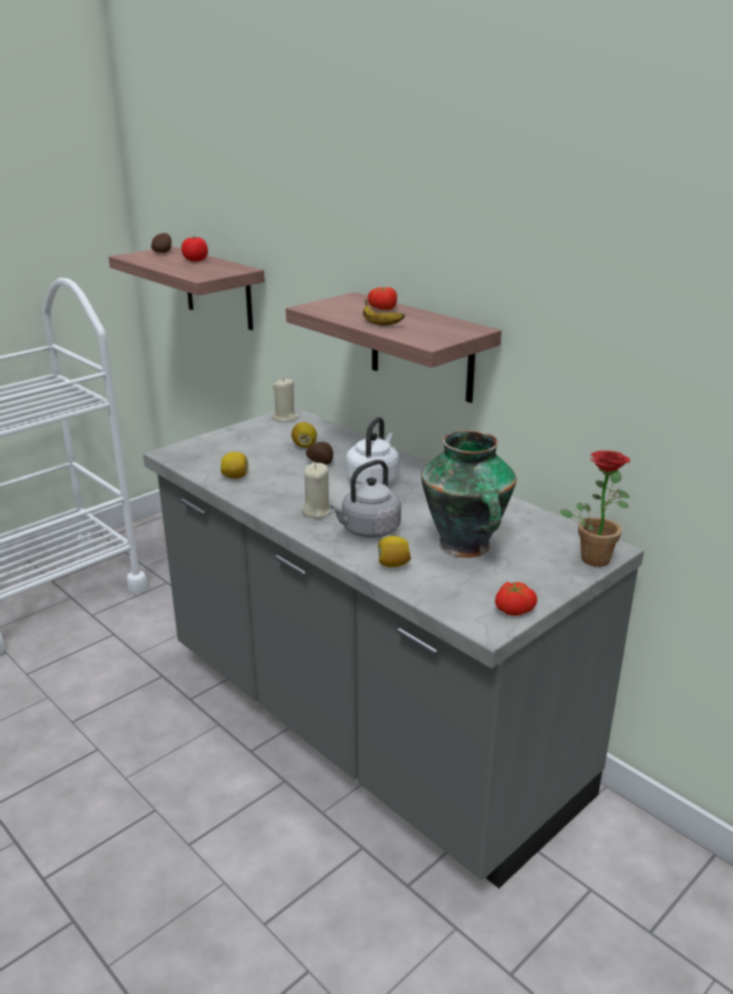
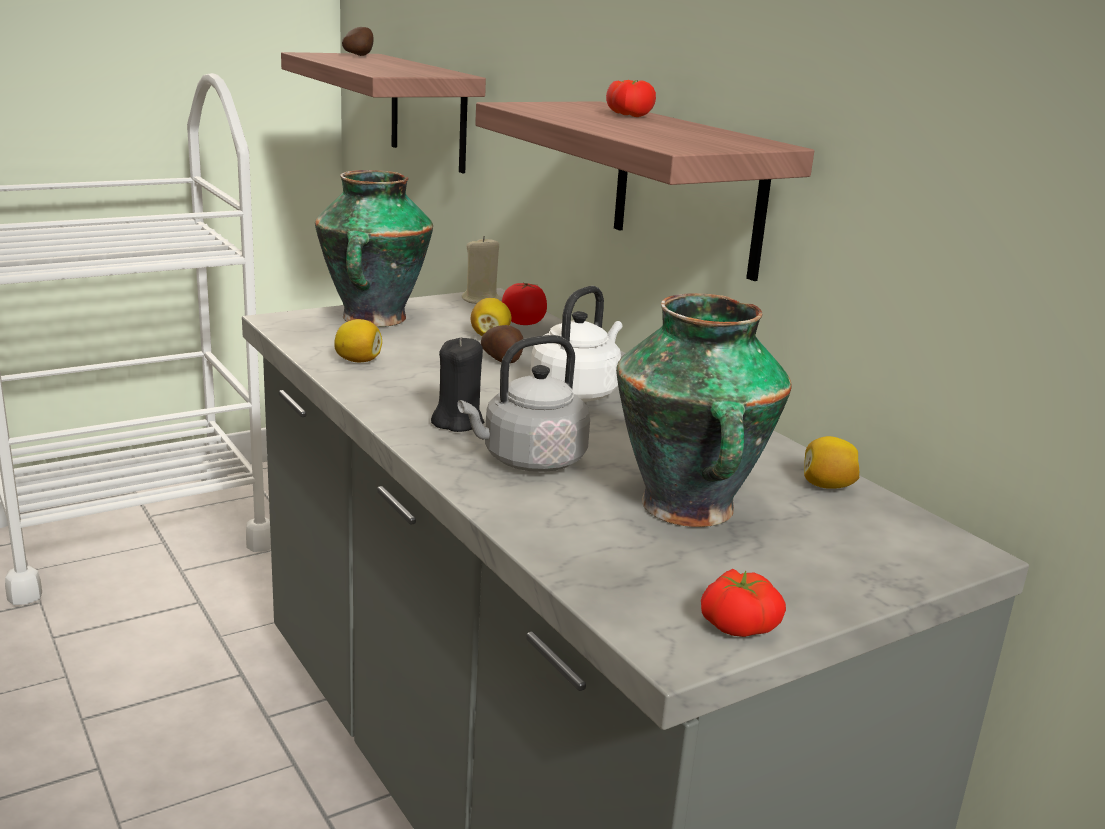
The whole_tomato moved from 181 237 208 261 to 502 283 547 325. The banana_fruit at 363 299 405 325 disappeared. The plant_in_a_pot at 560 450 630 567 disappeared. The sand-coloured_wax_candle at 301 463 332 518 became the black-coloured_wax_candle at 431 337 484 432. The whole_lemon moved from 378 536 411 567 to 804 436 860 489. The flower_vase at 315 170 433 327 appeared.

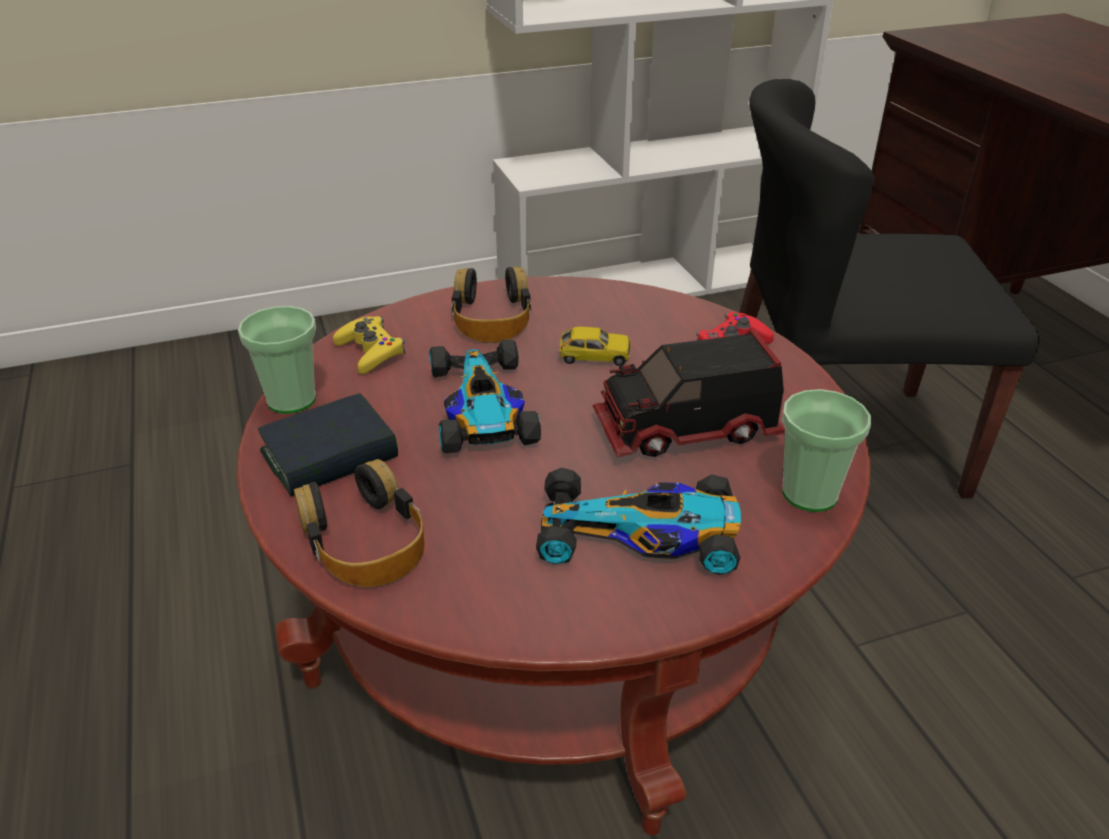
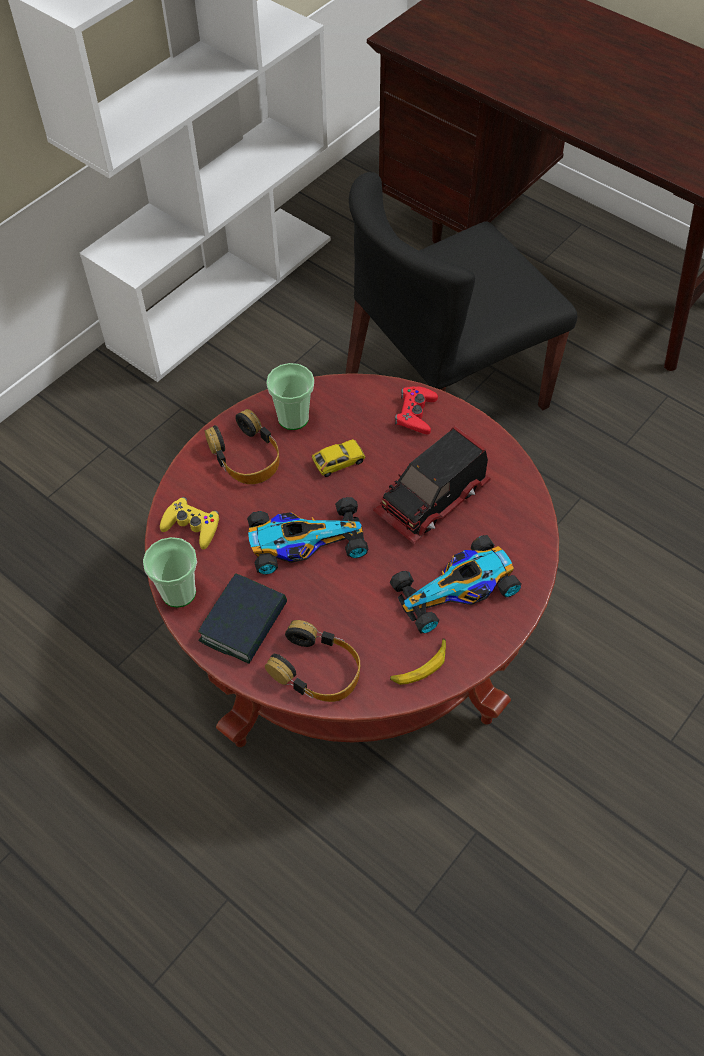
The miniature_car at 429 340 541 454 turned 120 degrees clockwise. The small_cup moved from 782 389 871 512 to 266 363 314 430. The banana_fruit at 390 639 446 685 appeared.

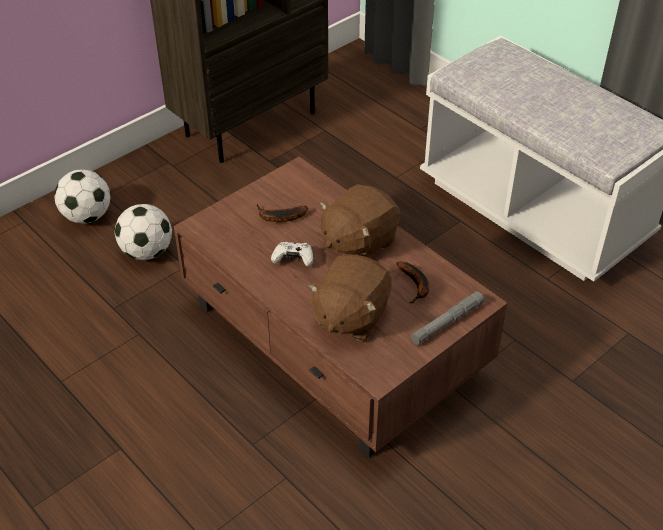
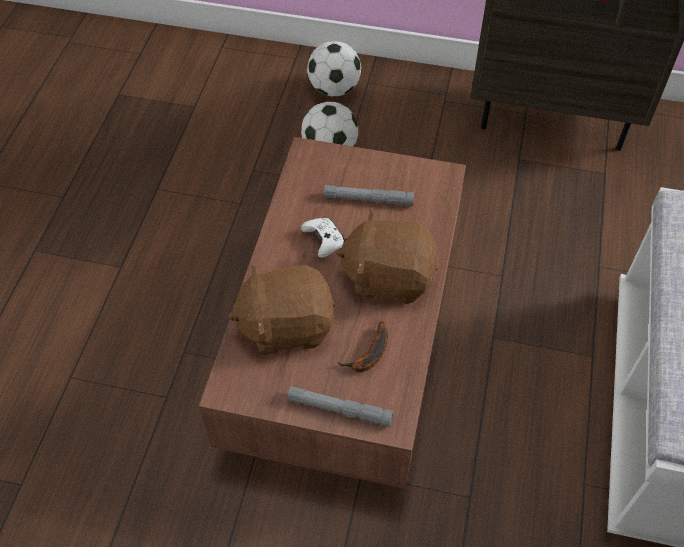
The banana_fruit at 257 204 308 222 was replaced by the gray_flashlight at 324 185 414 206.

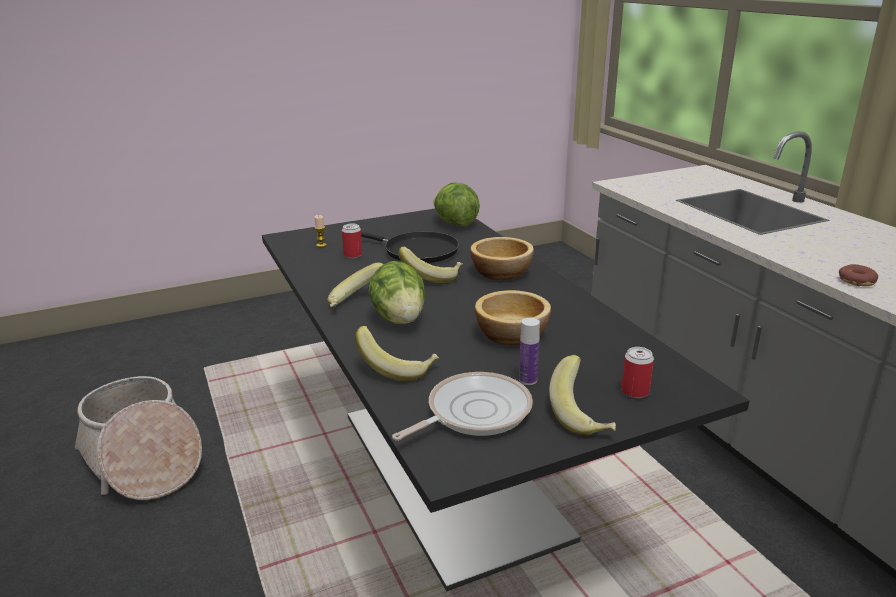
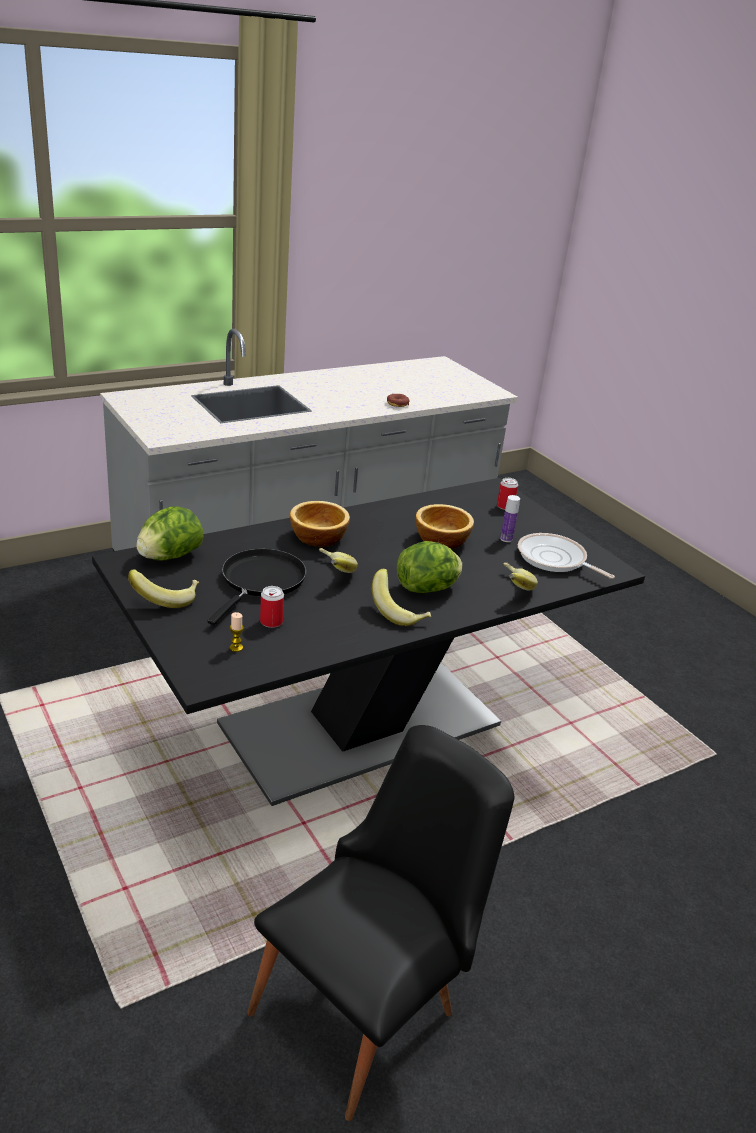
The banana_fruit moved from 549 355 616 436 to 128 569 200 608. The storage_basket at 75 376 202 500 was replaced by the black-coloured_plain_chair at 247 725 515 1121.

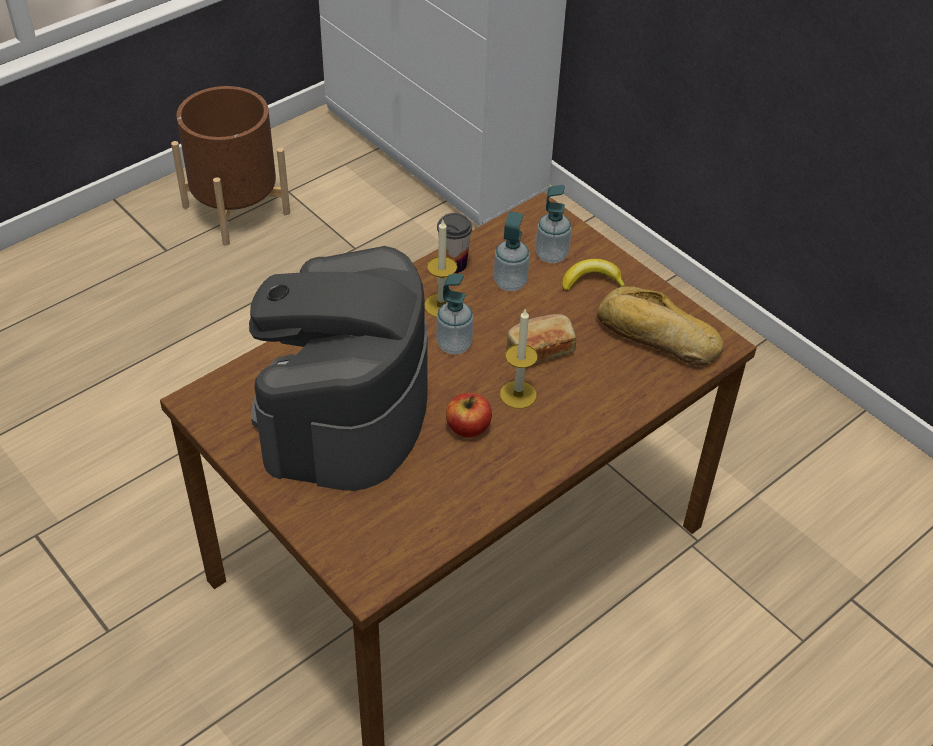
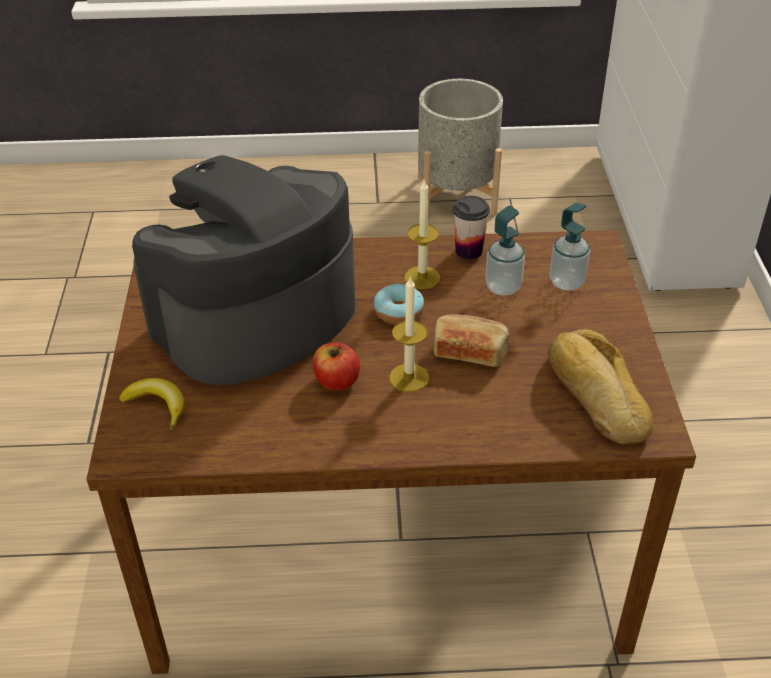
The brown-coloured_planter at 171 86 290 246 became the gray_planter at 418 79 503 217. The banana_fruit moved from 562 259 626 292 to 119 378 185 431. The soap_bottle at 436 274 473 354 was replaced by the donut at 373 284 424 325.

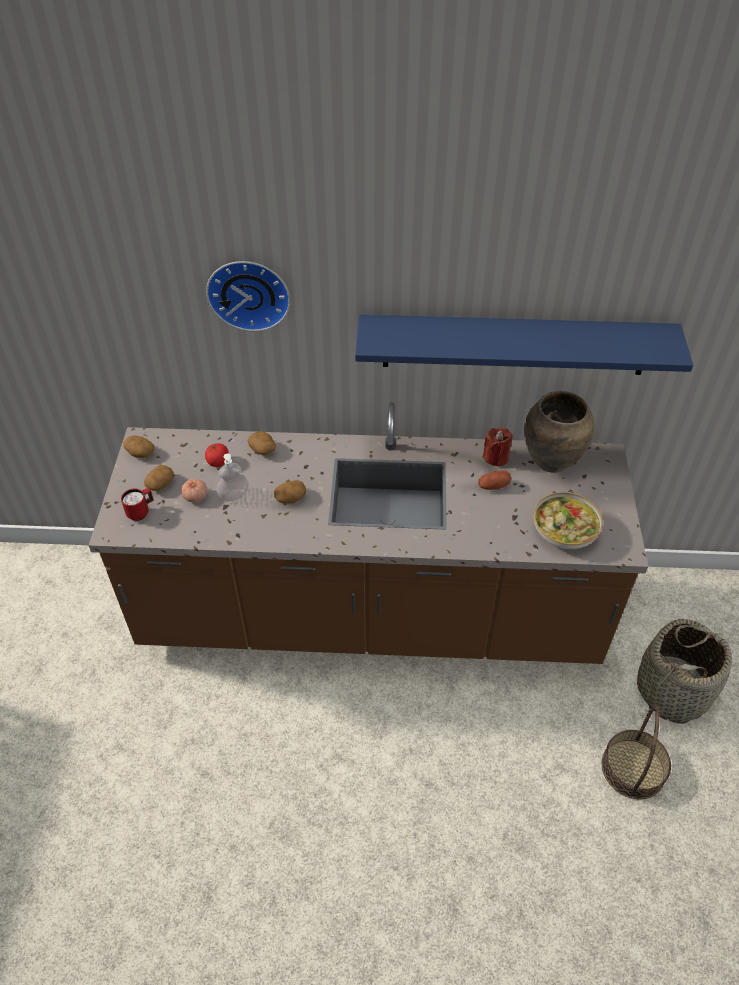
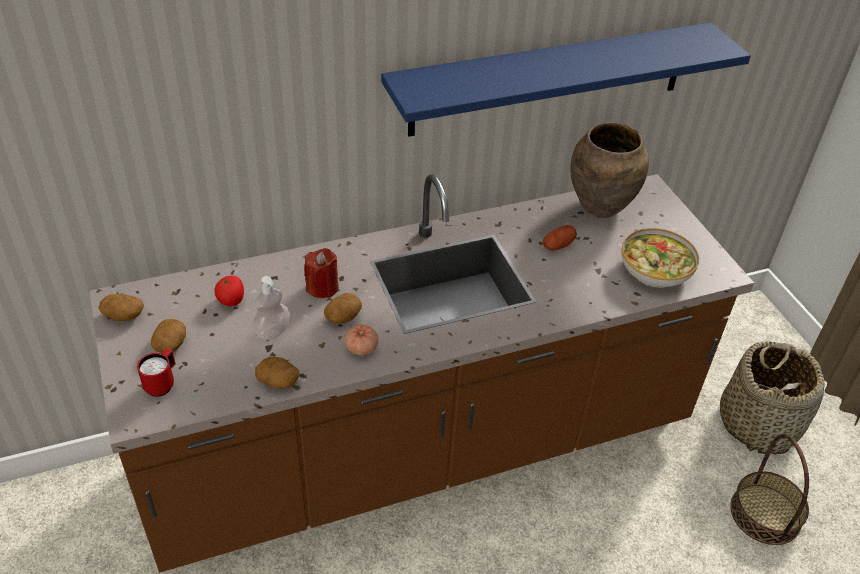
The wall_clock at 206 261 290 331 disappeared. The red_wax_candle moved from 483 428 513 467 to 304 248 339 298. The spud moved from 248 431 276 455 to 255 356 300 389. The whole_tomato moved from 181 479 207 502 to 345 325 378 355.

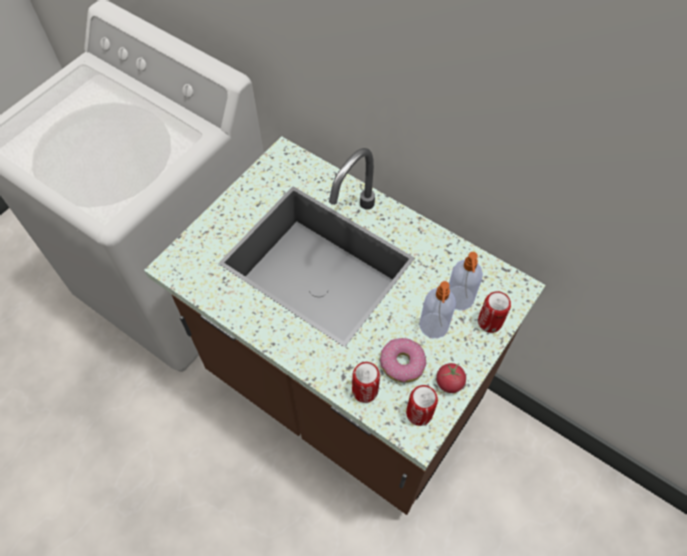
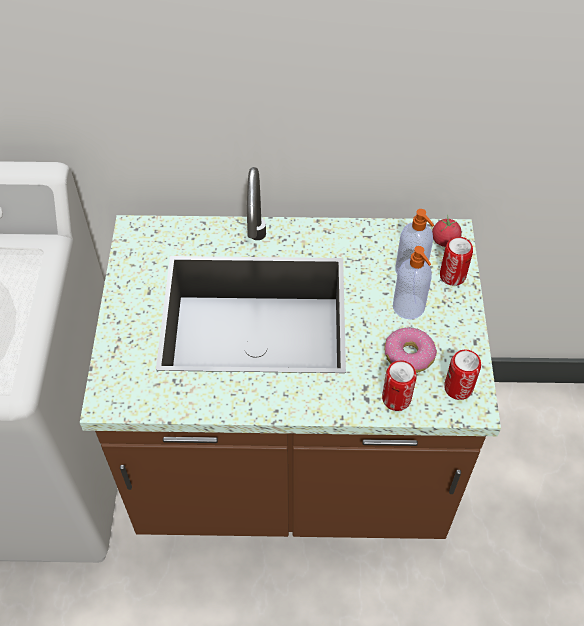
The whole_tomato moved from 436 363 466 393 to 432 215 462 247.

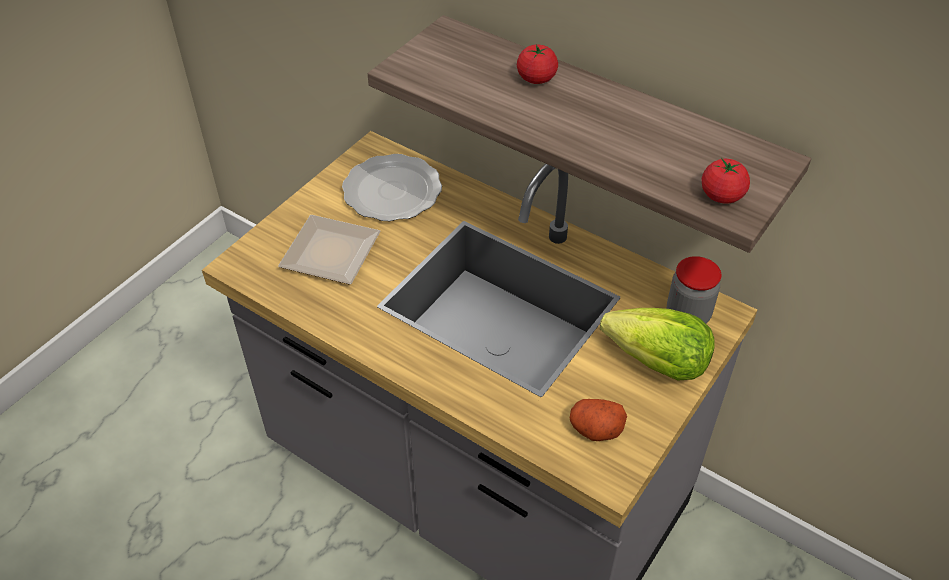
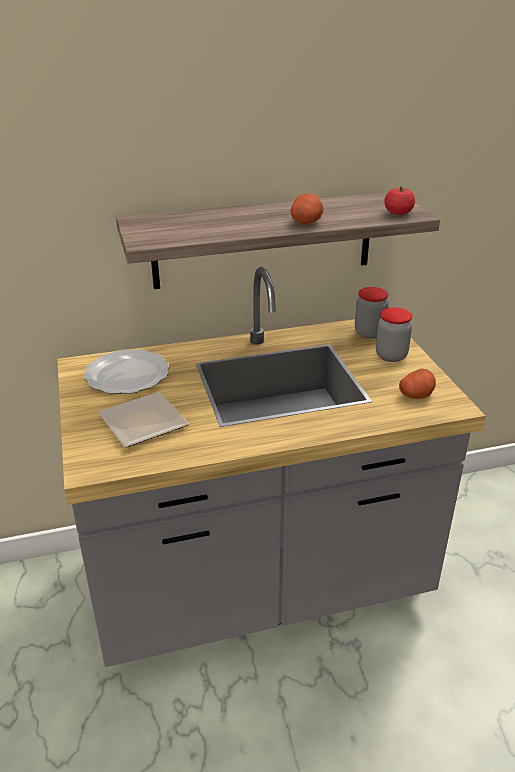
The whole_tomato at 517 44 558 84 disappeared. The lettuce_head at 600 308 715 380 was replaced by the preserve_jar at 376 307 412 362. The spud at 290 193 324 224 appeared.

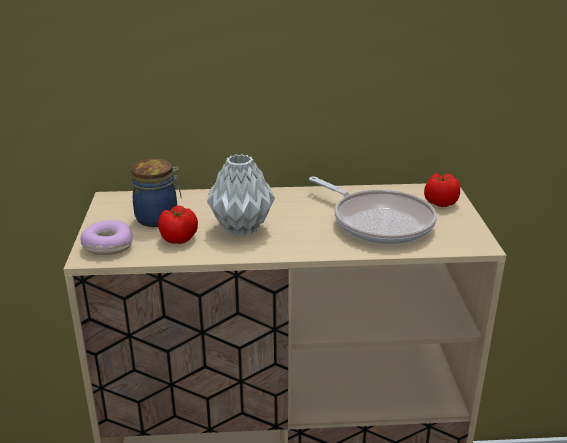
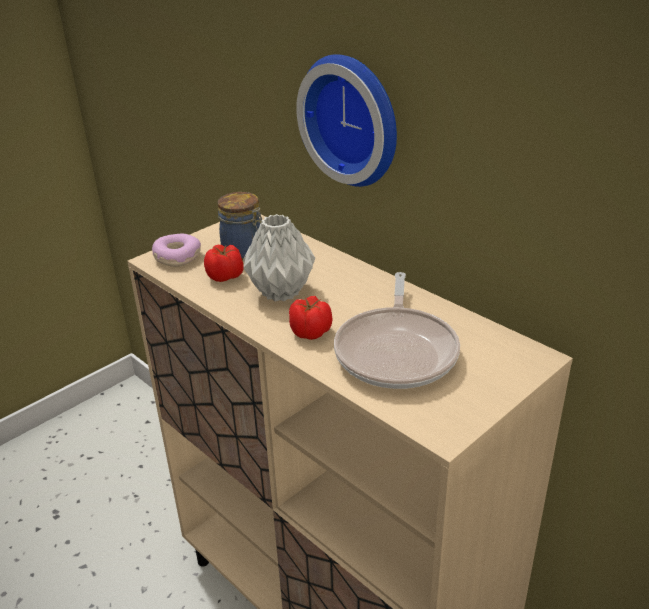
The whole_tomato moved from 424 173 460 207 to 289 296 333 340. The wall_clock at 296 54 397 187 appeared.

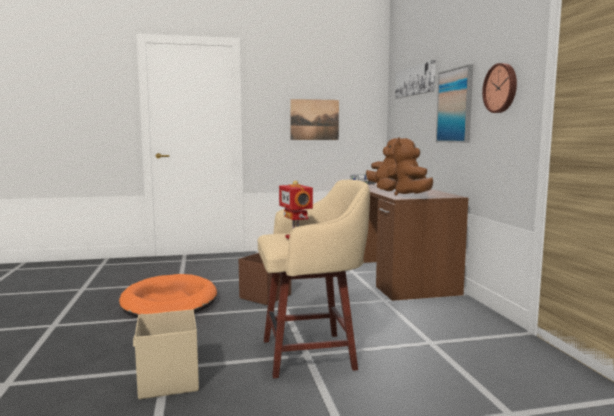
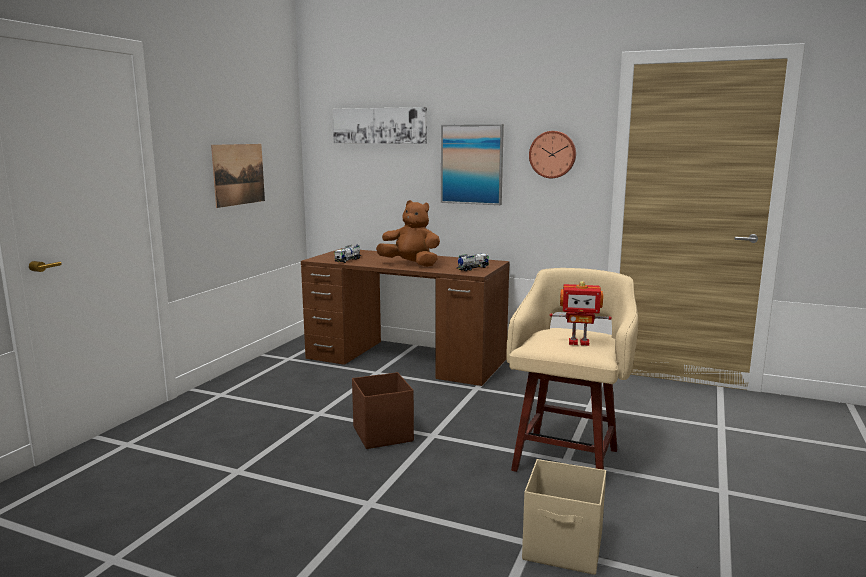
The brown-coloured_cuddly_toy at 393 137 433 196 was replaced by the model_truck at 456 253 489 271. The orange-coloured_dog_bed at 119 274 217 318 disappeared.

